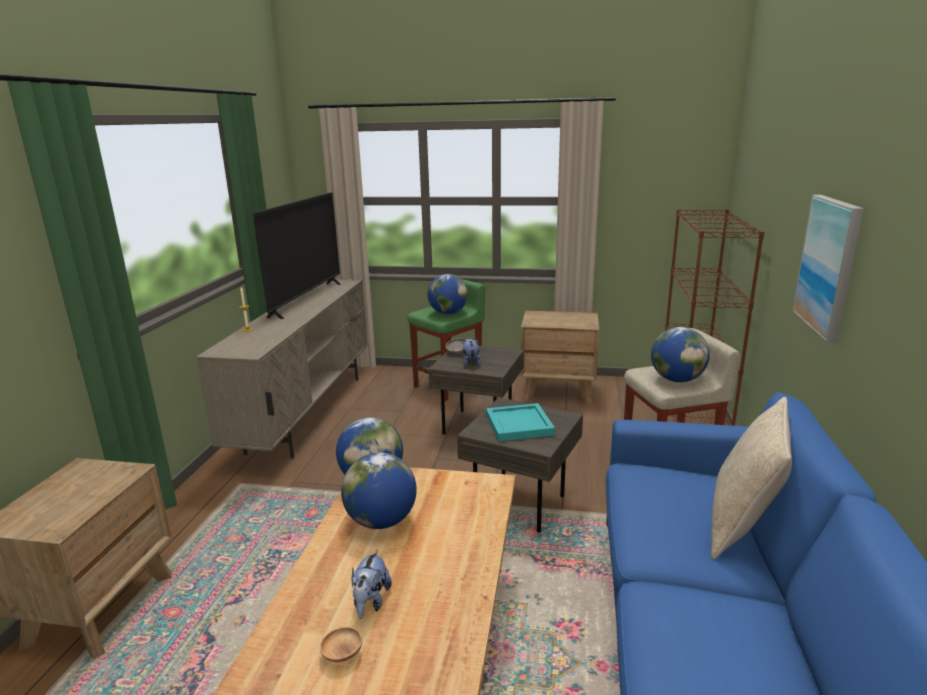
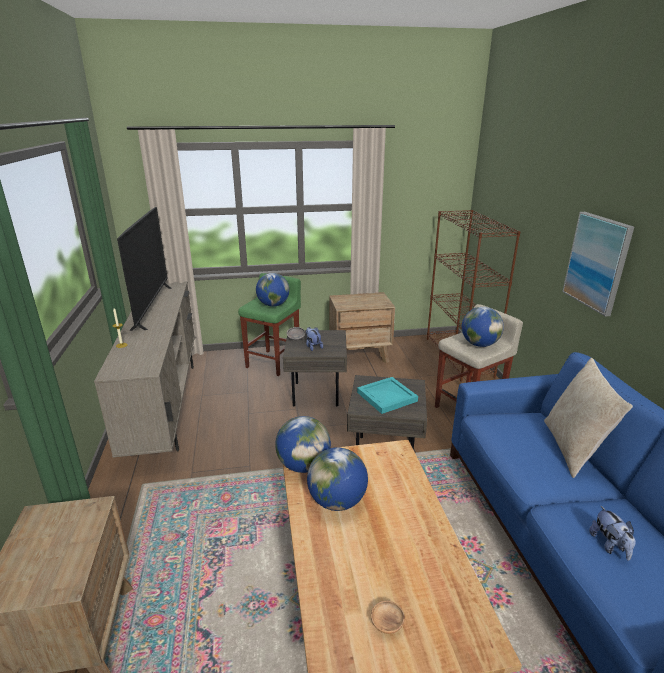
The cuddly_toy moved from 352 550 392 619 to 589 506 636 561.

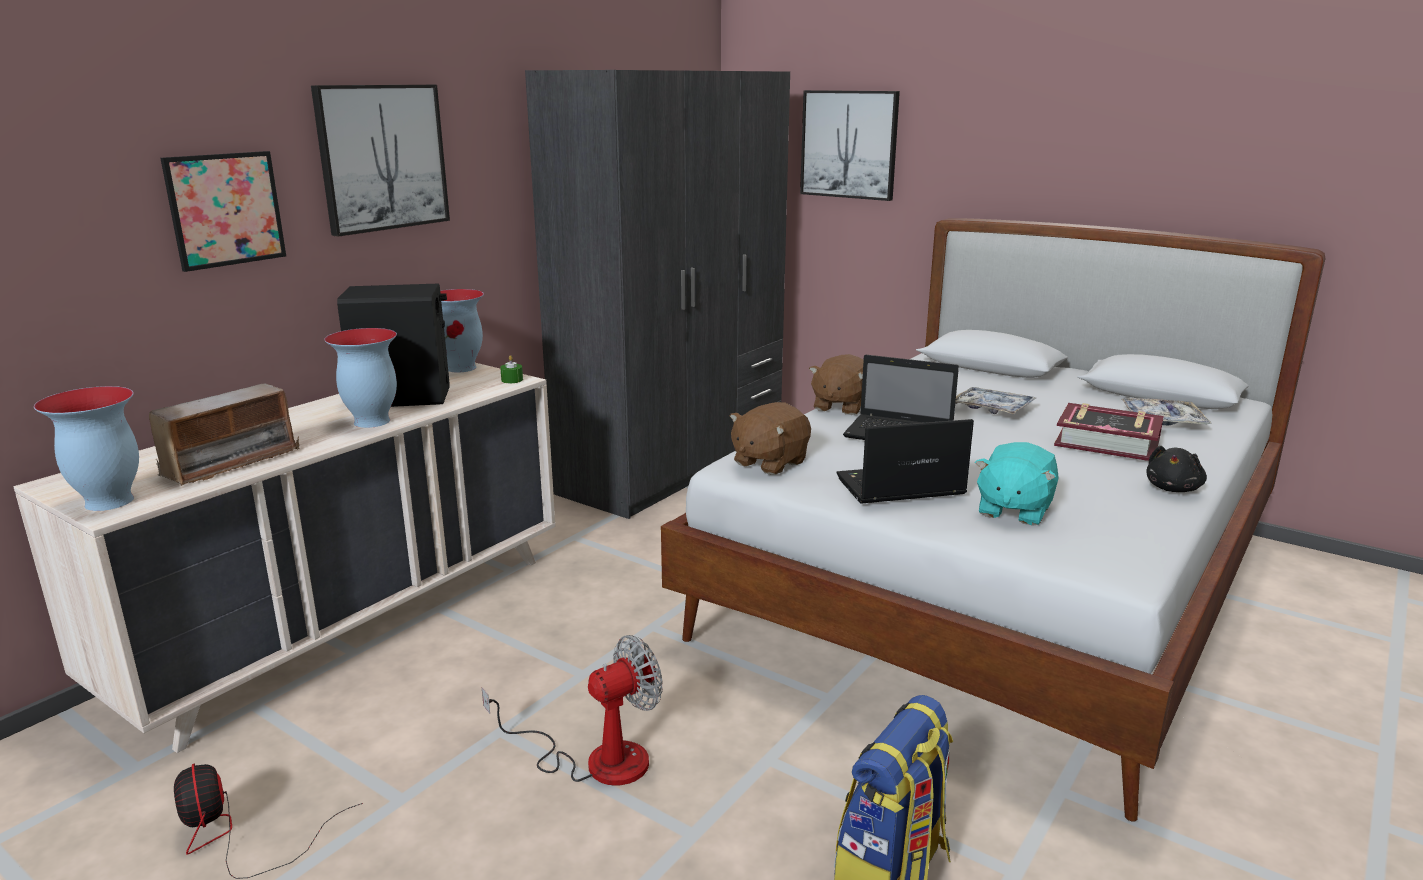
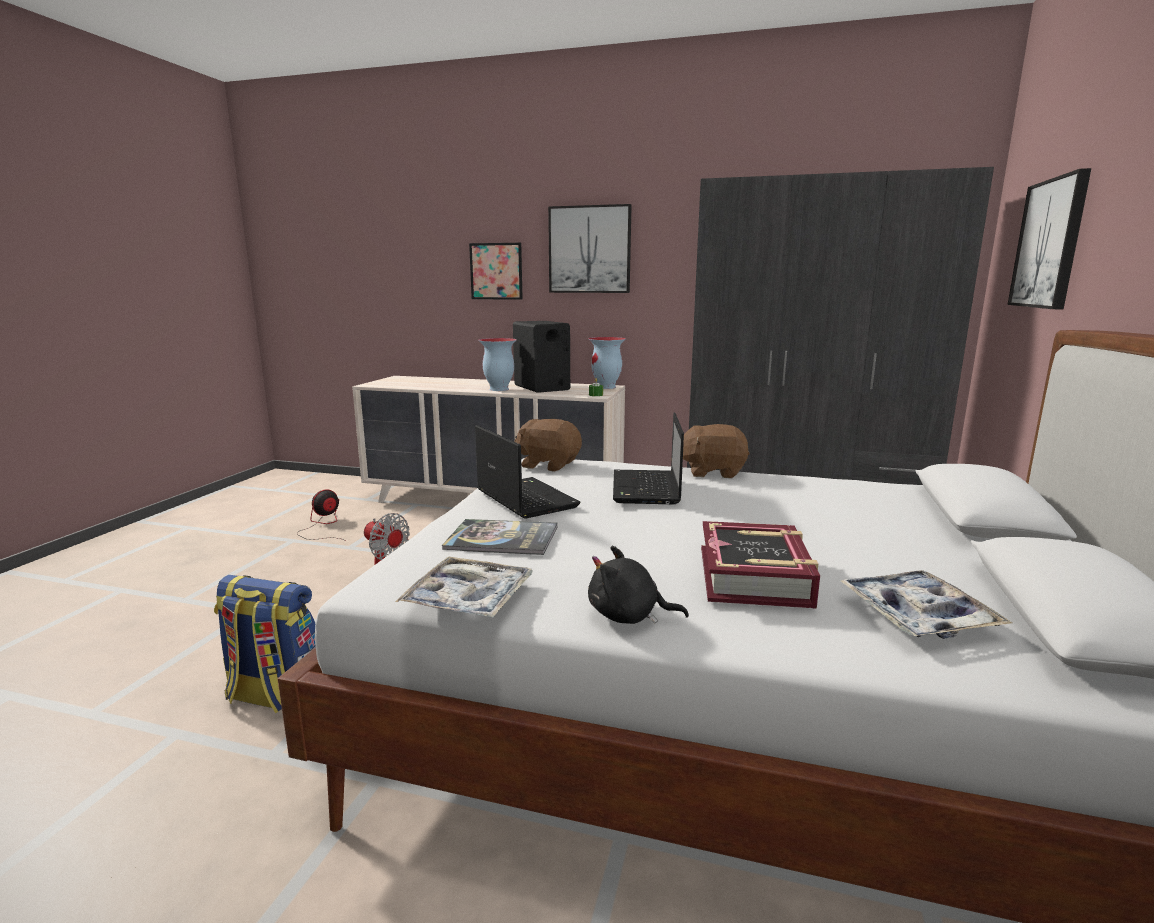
The radio_receiver at 149 383 300 486 disappeared. The flower_vase at 34 386 139 511 disappeared. The serving_tray moved from 955 387 1036 414 to 395 556 533 618. The turquoise-coloured_cuddly_toy at 975 442 1059 525 was replaced by the bound_book at 442 519 558 555.

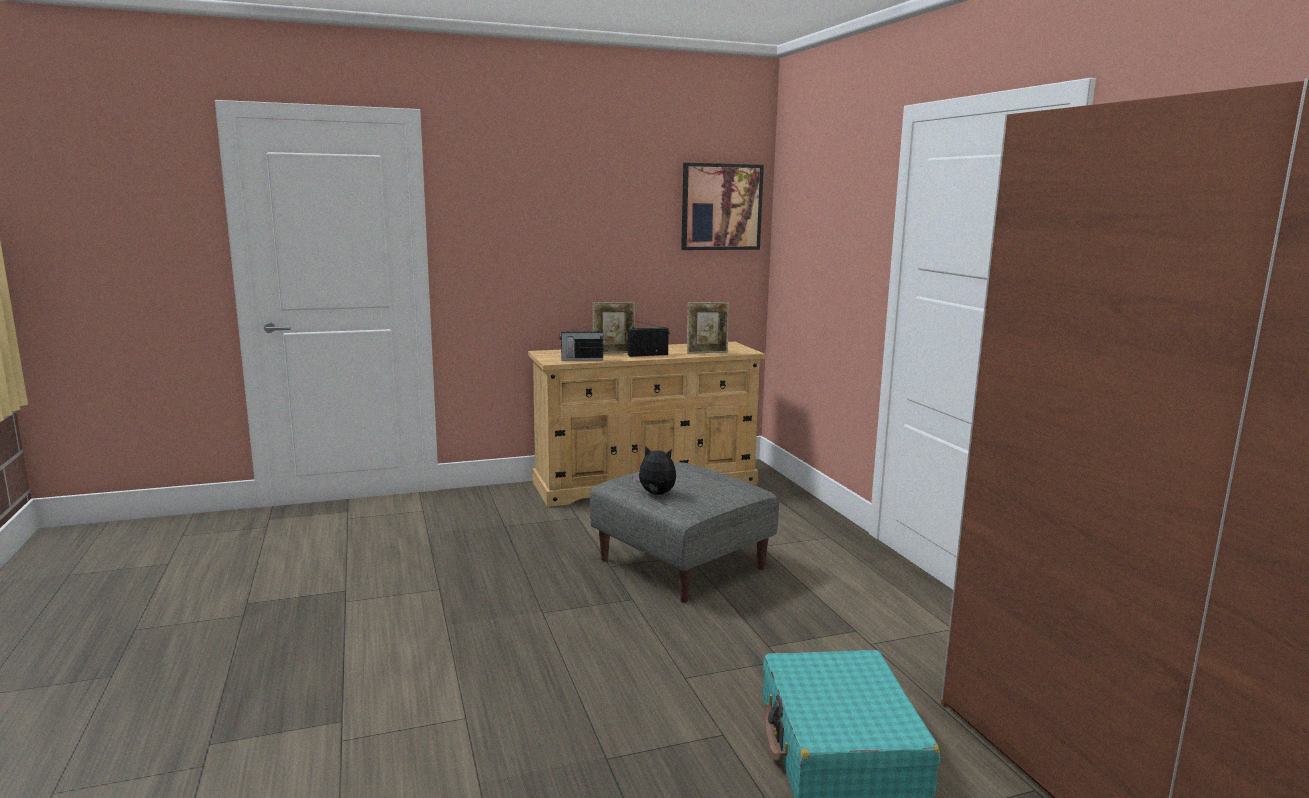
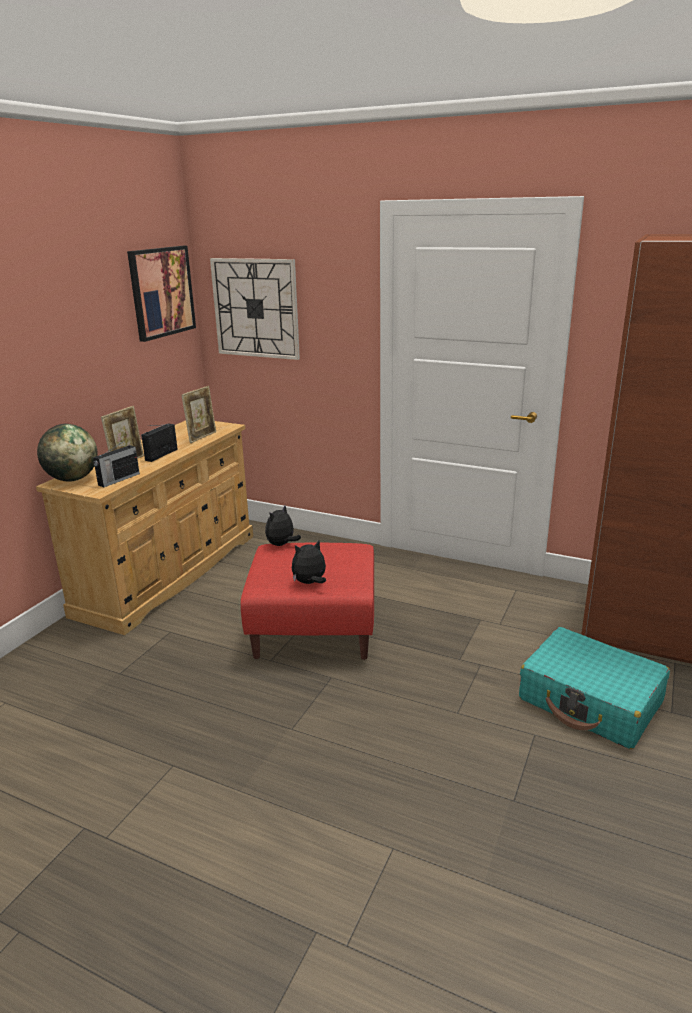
The gray_footrest at 590 462 779 603 became the red_footrest at 241 543 374 660. The wall_clock at 210 258 300 360 appeared. The desk_globe at 37 424 98 482 appeared. The cuddly_toy at 265 506 301 546 appeared.

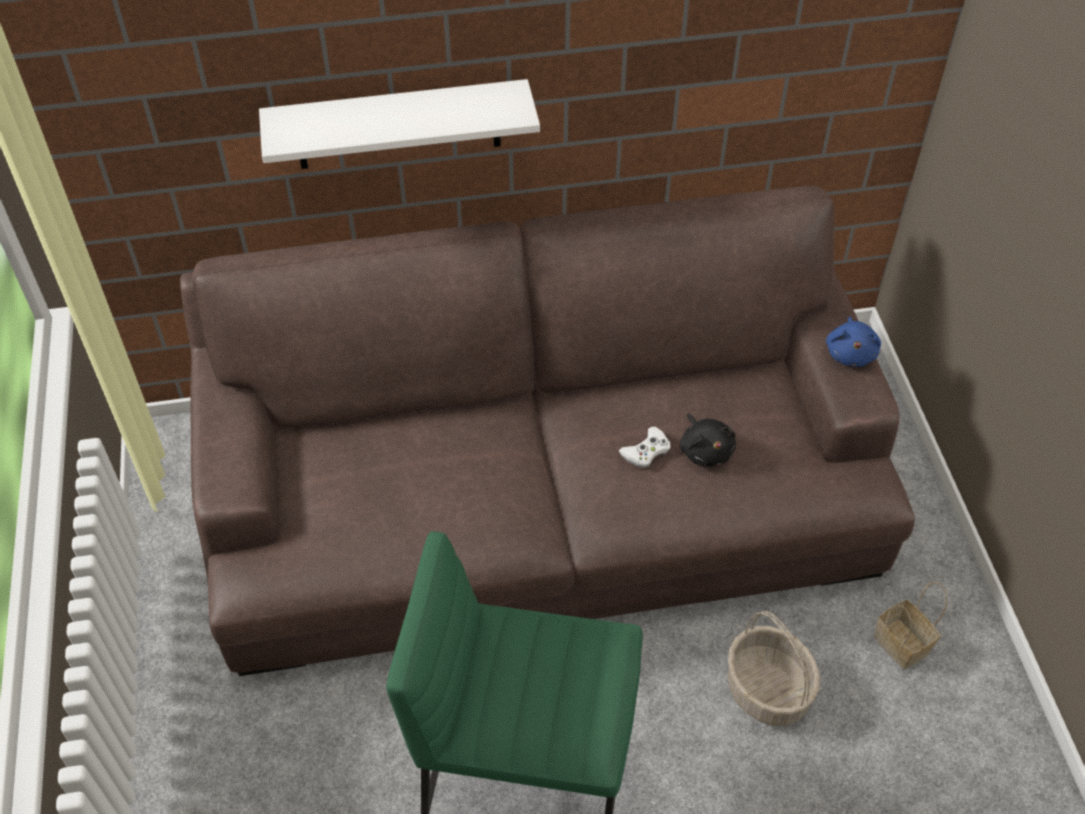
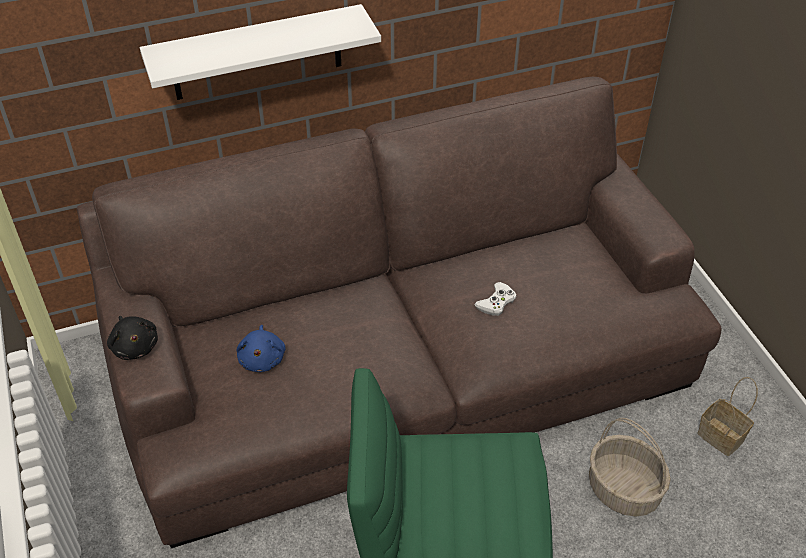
The blue-coloured_cuddly_toy moved from 826 317 881 367 to 237 325 286 372. The black-coloured_cuddly_toy moved from 680 413 736 467 to 107 316 158 360.

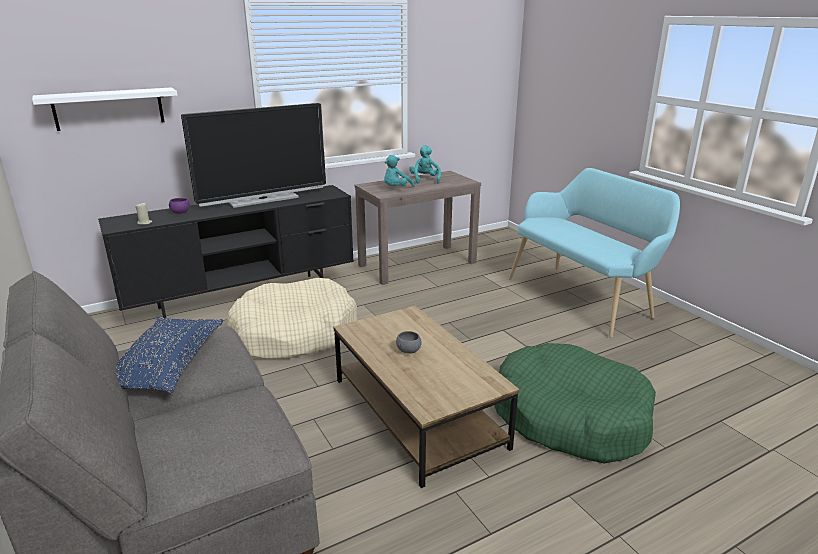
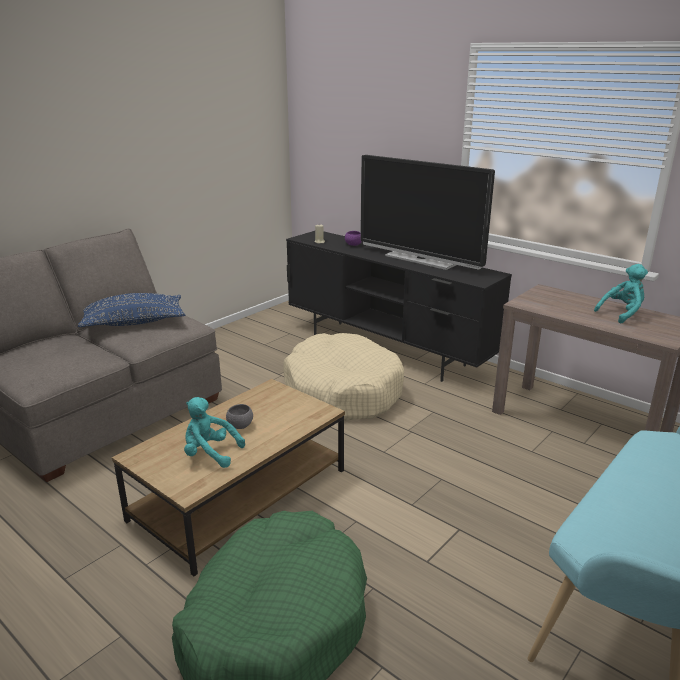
The white-coloured_wall_shelf at 32 87 178 131 disappeared. The turquoise-coloured_cuddly_toy moved from 384 155 415 187 to 184 397 245 468.

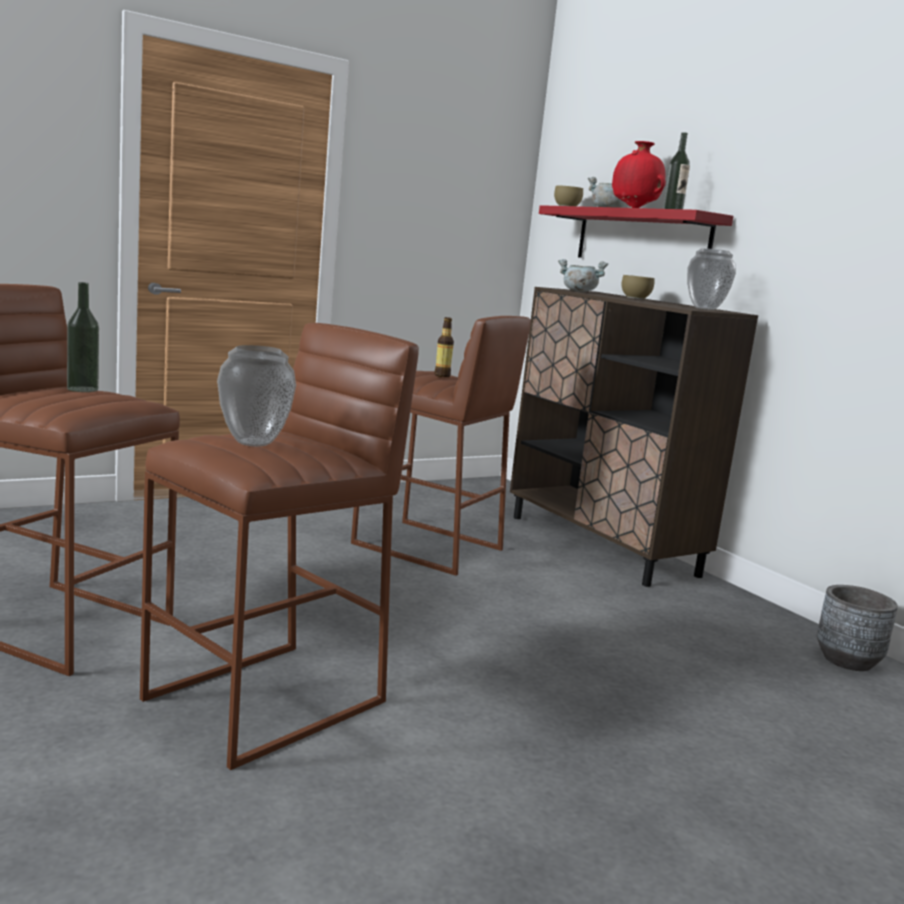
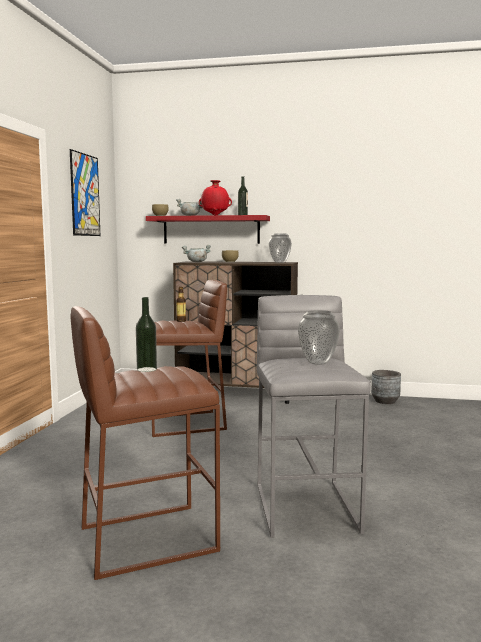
The brown-coloured_stool at 140 323 419 770 became the gray_stool at 257 295 371 538. The wall_art at 70 149 100 236 appeared.

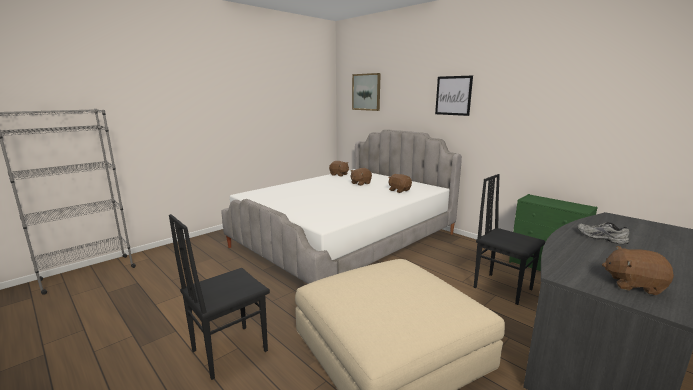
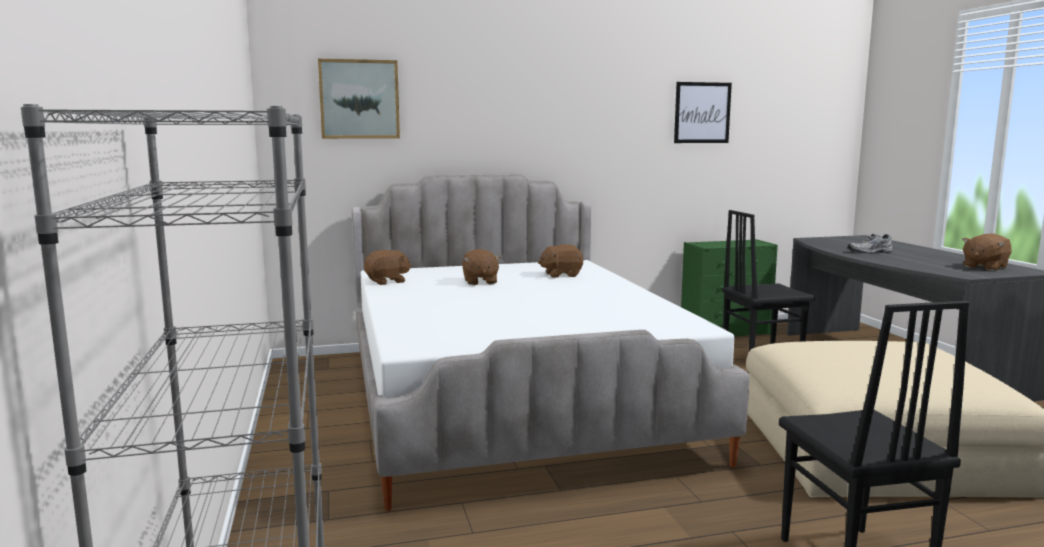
The wall_art moved from 435 75 473 116 to 674 82 732 143.

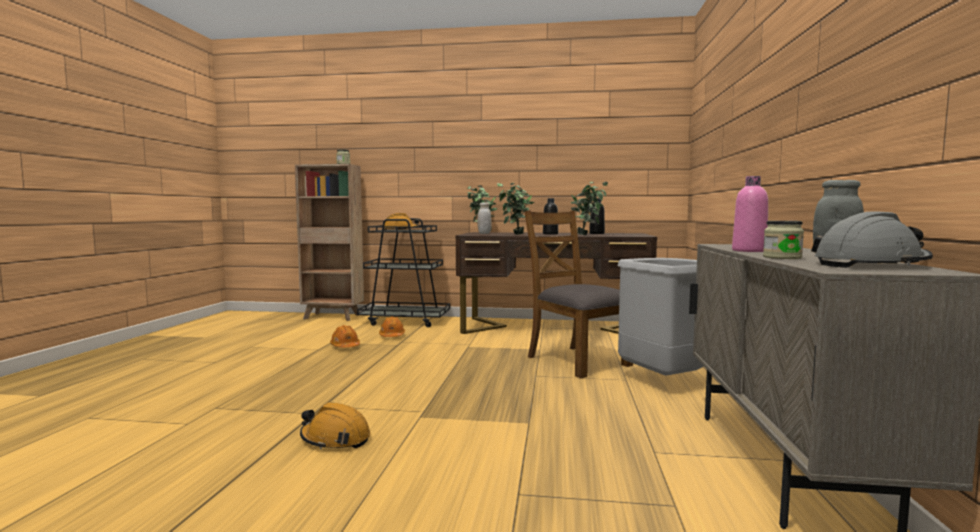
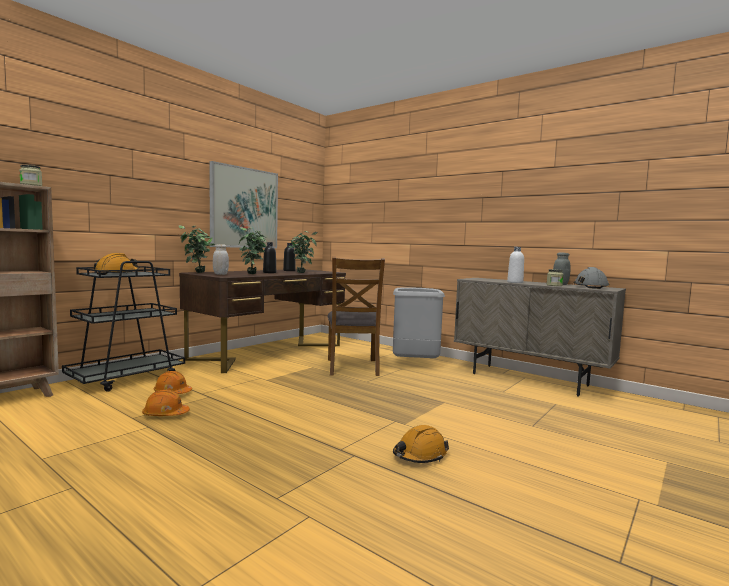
The pinkish_drink_bottle at 732 176 768 252 became the white-coloured_drink_bottle at 507 247 524 283. The brown-coloured_plain_chair at 525 210 633 378 turned 90 degrees counterclockwise. The wall_art at 209 161 278 248 appeared.

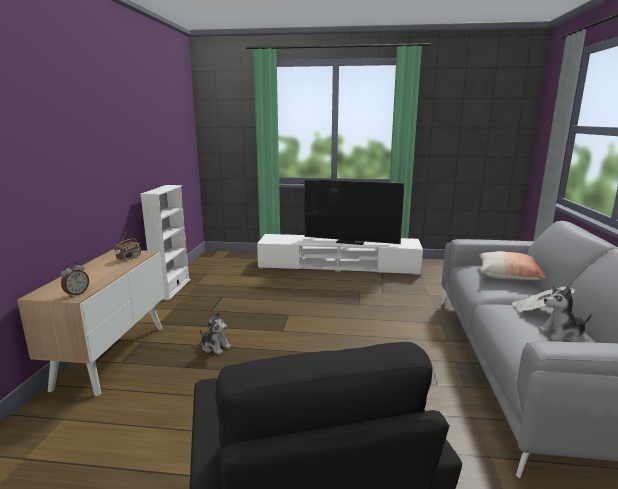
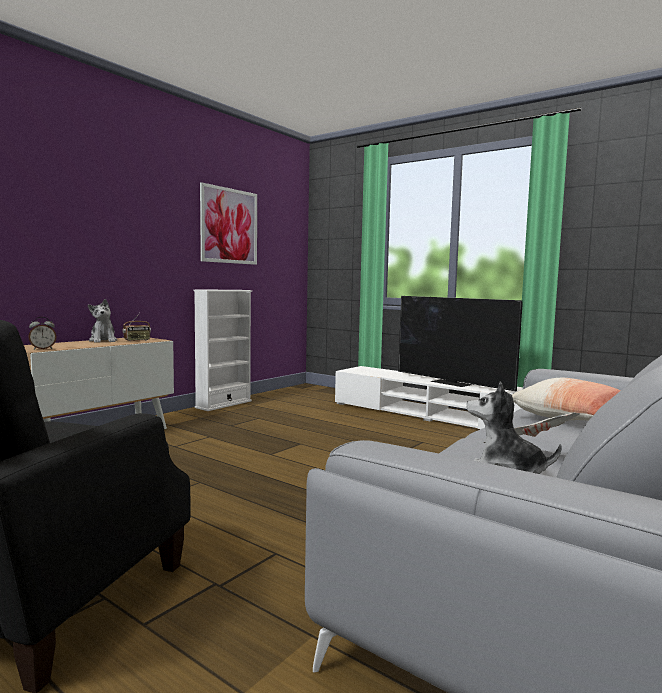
The cuddly_toy moved from 199 312 231 355 to 88 299 118 343. The wall_art at 200 182 257 265 appeared.

